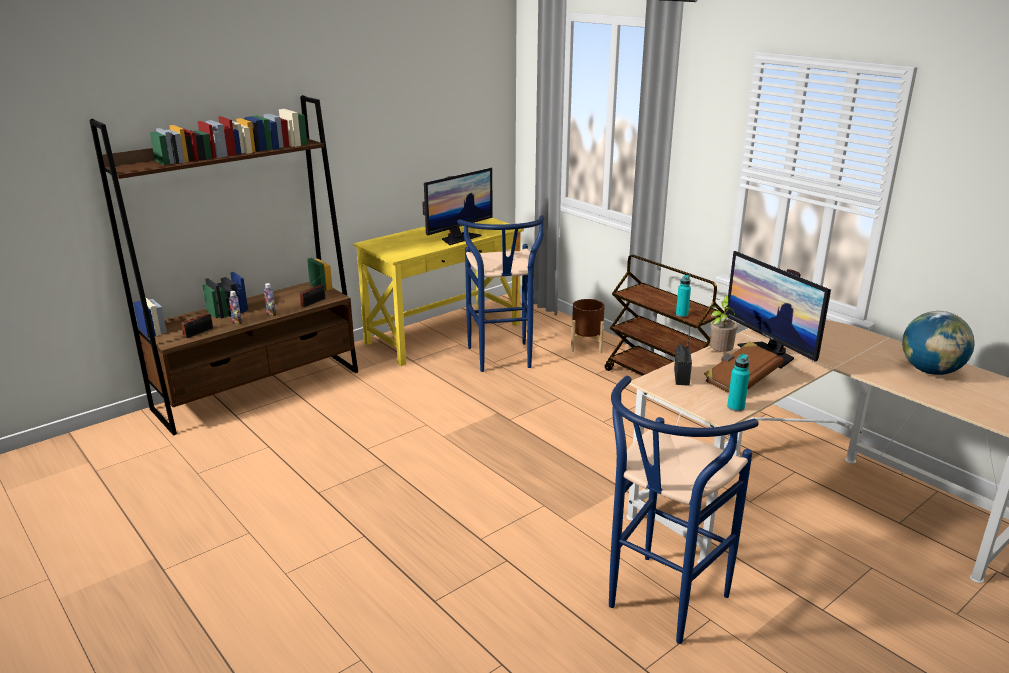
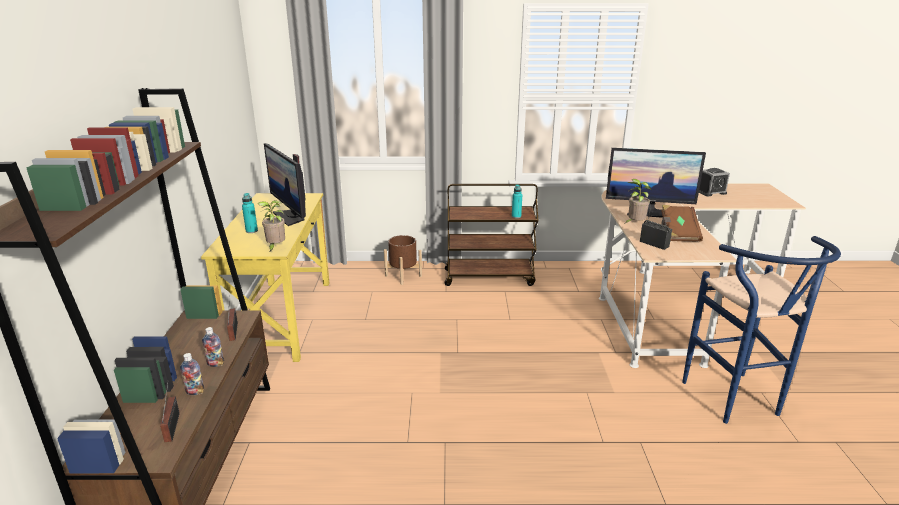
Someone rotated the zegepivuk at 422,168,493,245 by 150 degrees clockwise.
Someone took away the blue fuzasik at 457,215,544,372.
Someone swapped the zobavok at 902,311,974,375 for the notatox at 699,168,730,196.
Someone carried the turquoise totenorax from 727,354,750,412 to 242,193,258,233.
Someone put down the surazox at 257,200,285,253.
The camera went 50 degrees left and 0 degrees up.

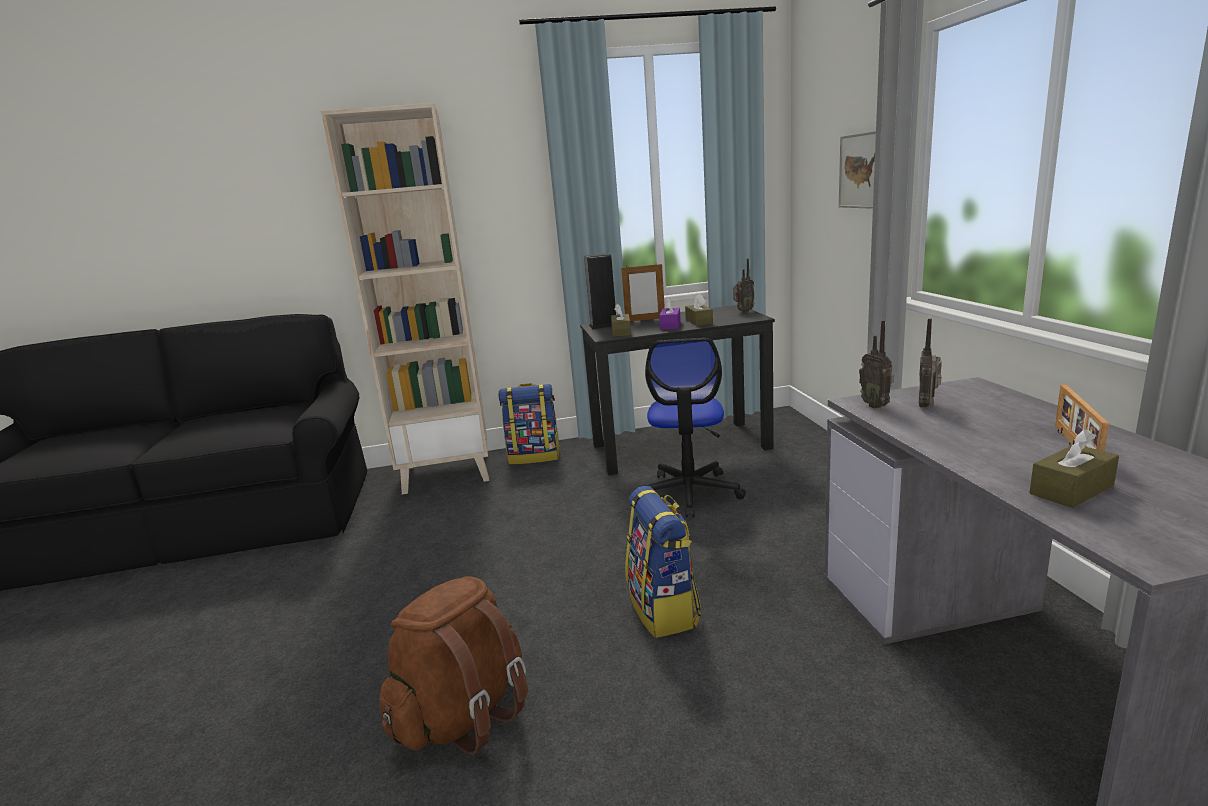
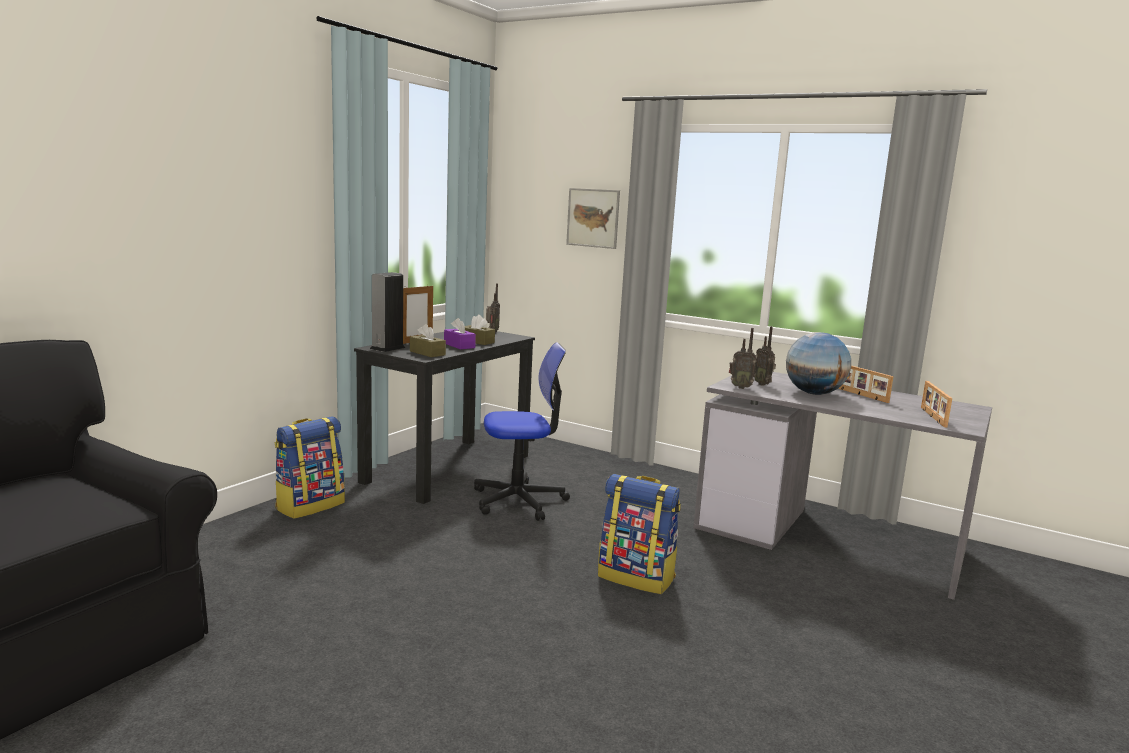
Someone took away the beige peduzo at 321,103,490,495.
Someone rotated the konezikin at 640,338,746,518 by 60 degrees counterclockwise.
Someone took away the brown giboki at 1030,429,1119,508.
Someone took away the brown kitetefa at 379,576,528,754.
Someone put down the zobavok at 786,332,851,395.
Someone put down the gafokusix at 921,381,952,428.
The camera went 50 degrees left and 5 degrees down.

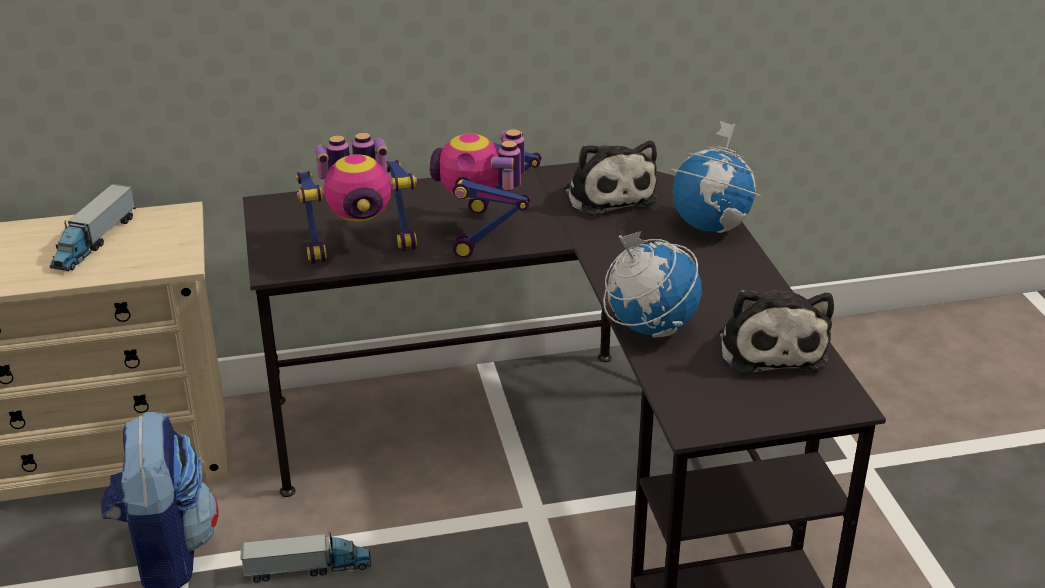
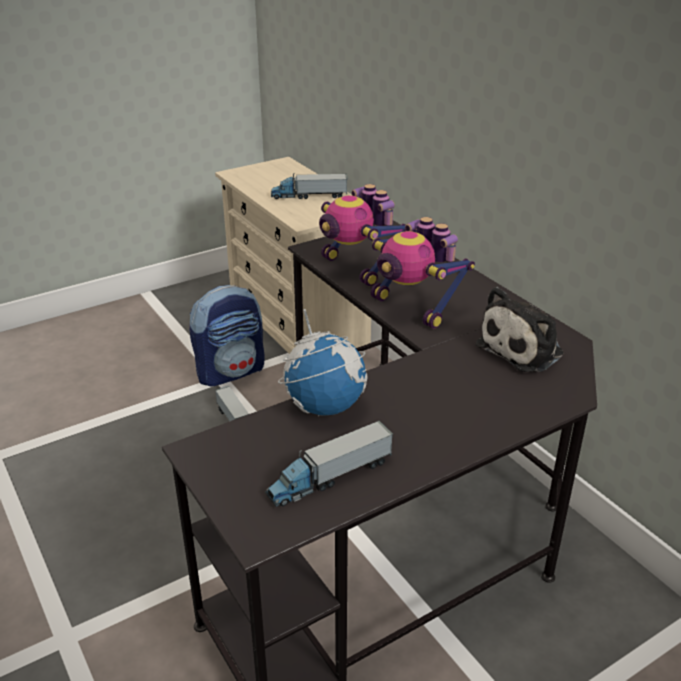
Someone took away the zobavok at 671,121,761,233.
Someone rotated the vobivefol at 429,129,541,258 by 120 degrees counterclockwise.
Someone swapped the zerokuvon at 719,290,834,374 for the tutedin at 265,421,393,507.
The camera went 70 degrees right and 0 degrees up.

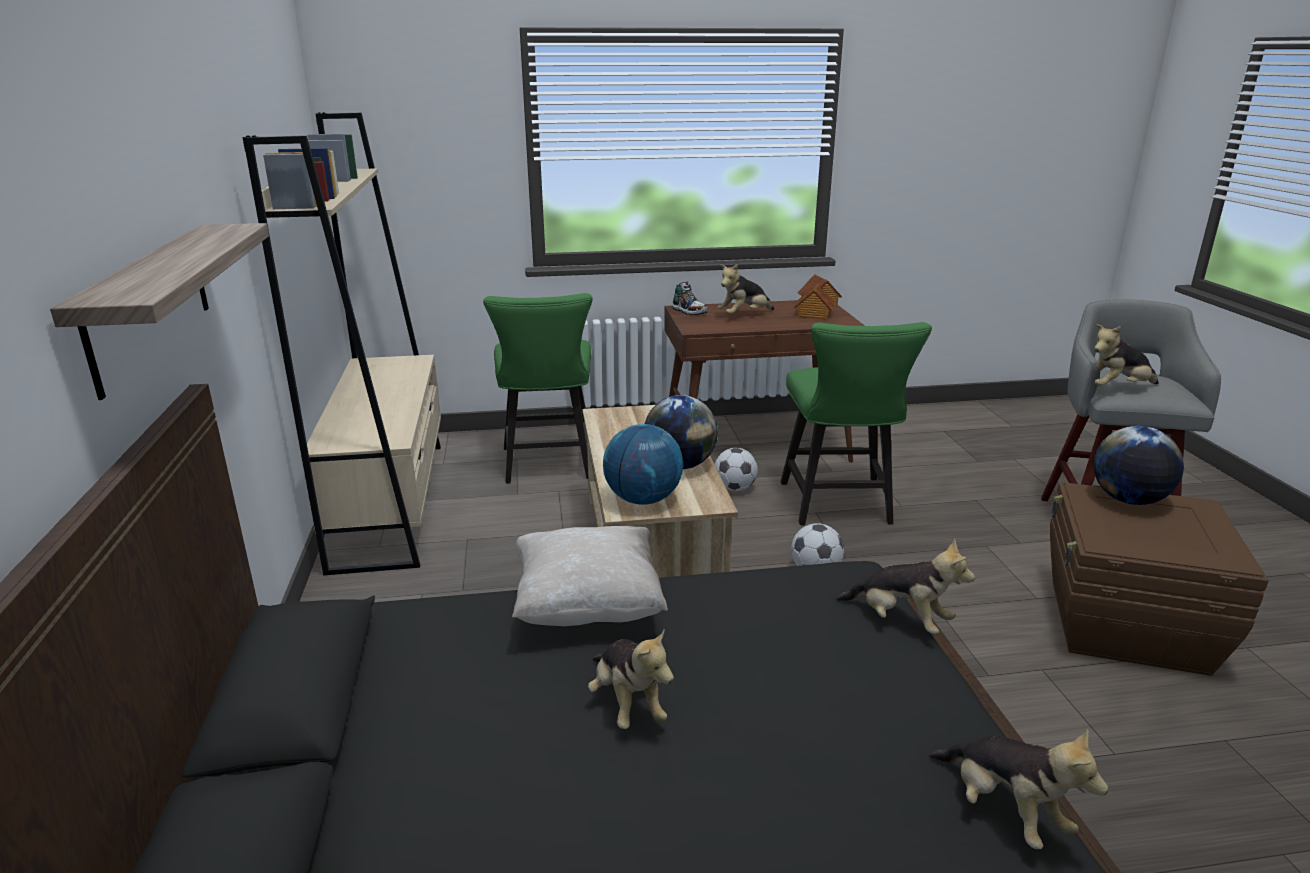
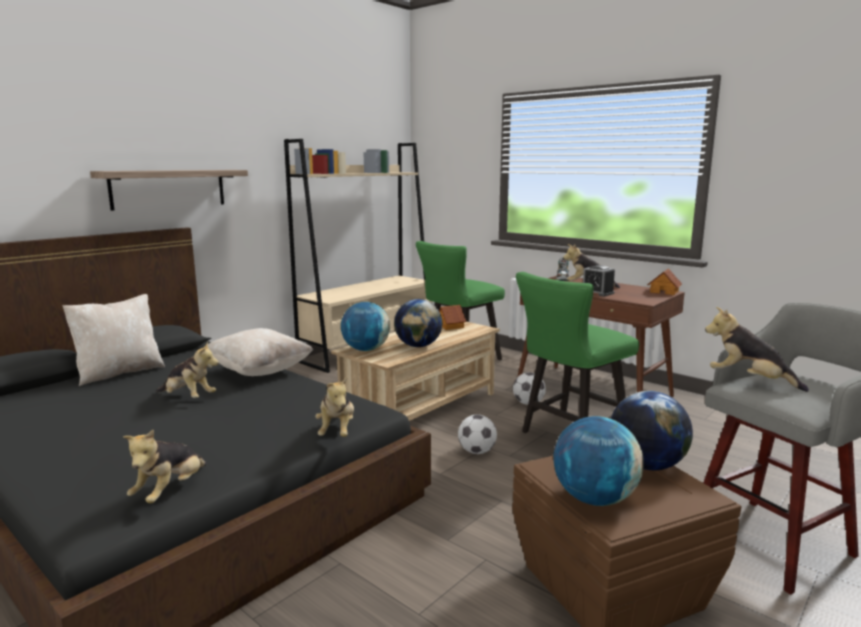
Someone carried the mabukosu from 794,283,834,319 to 439,305,466,330.
Someone rotated the zerokuvon at 588,628,674,729 by 90 degrees counterclockwise.
Someone put down the notatox at 583,265,615,296.
Someone put down the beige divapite at 62,294,165,386.
Someone put down the zobavok at 553,416,644,506.
The camera went 50 degrees right and 10 degrees down.

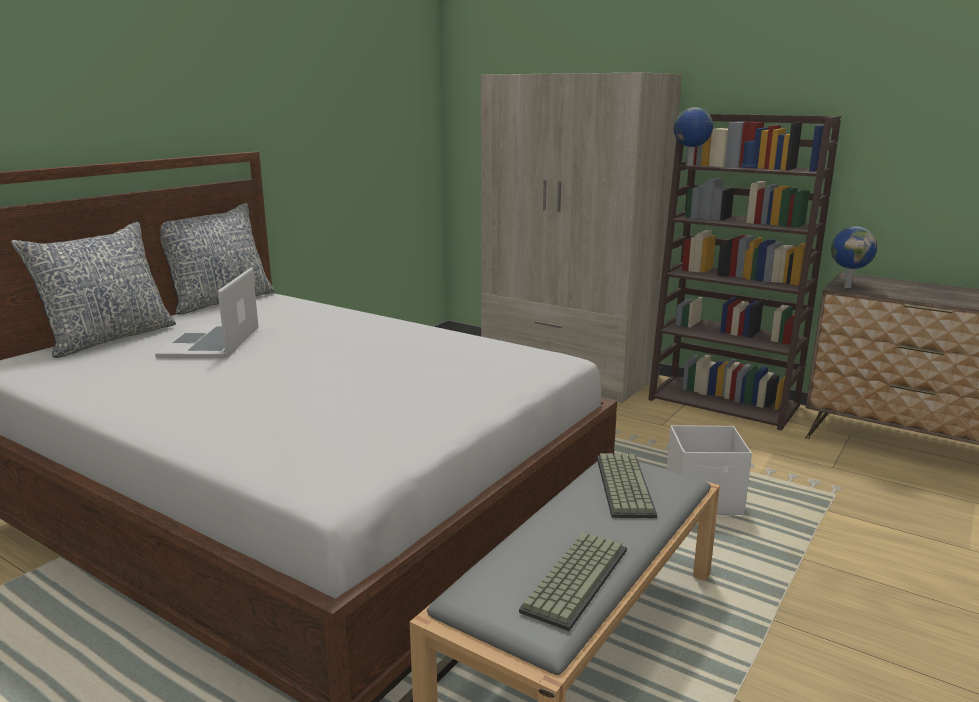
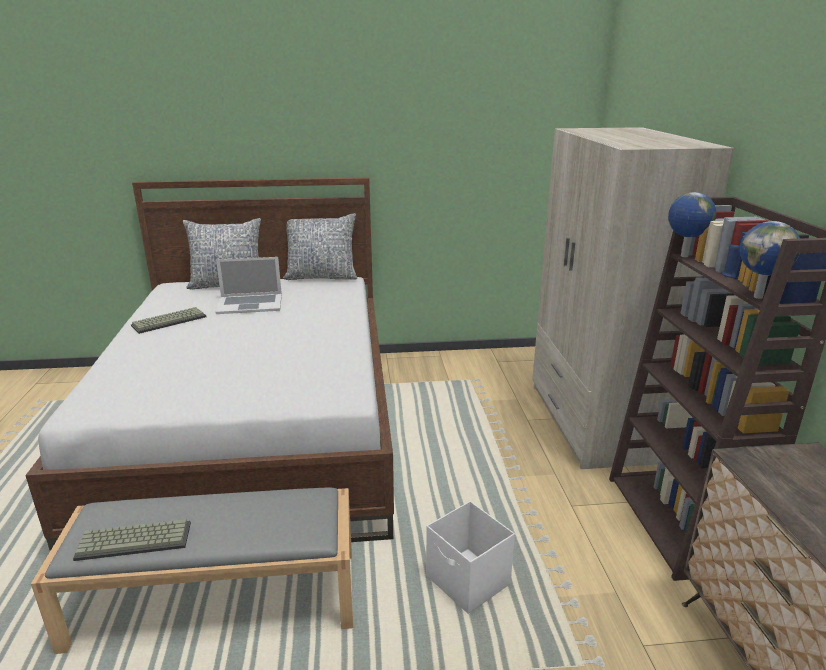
Someone carried the zobavok from 831,226,877,288 to 740,221,800,299.
Someone rotated the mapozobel at 155,268,259,358 by 150 degrees counterclockwise.
Someone carried the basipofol from 597,453,657,518 to 131,307,206,334.
The camera went 50 degrees right and 5 degrees up.

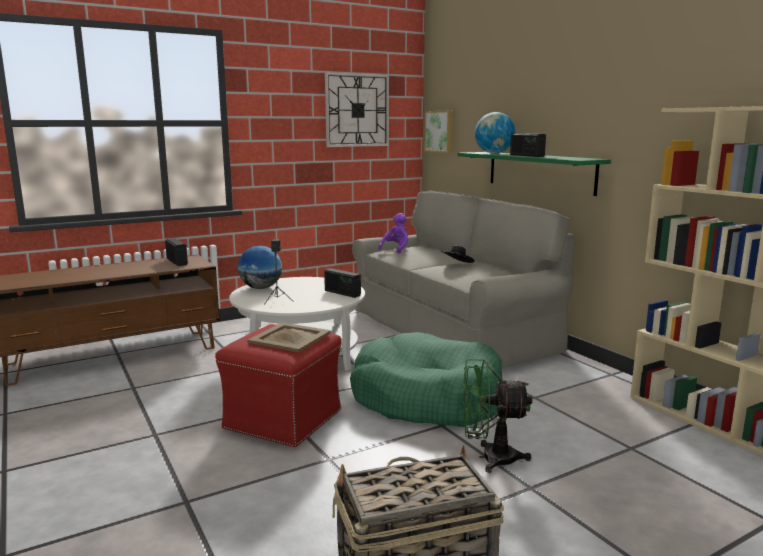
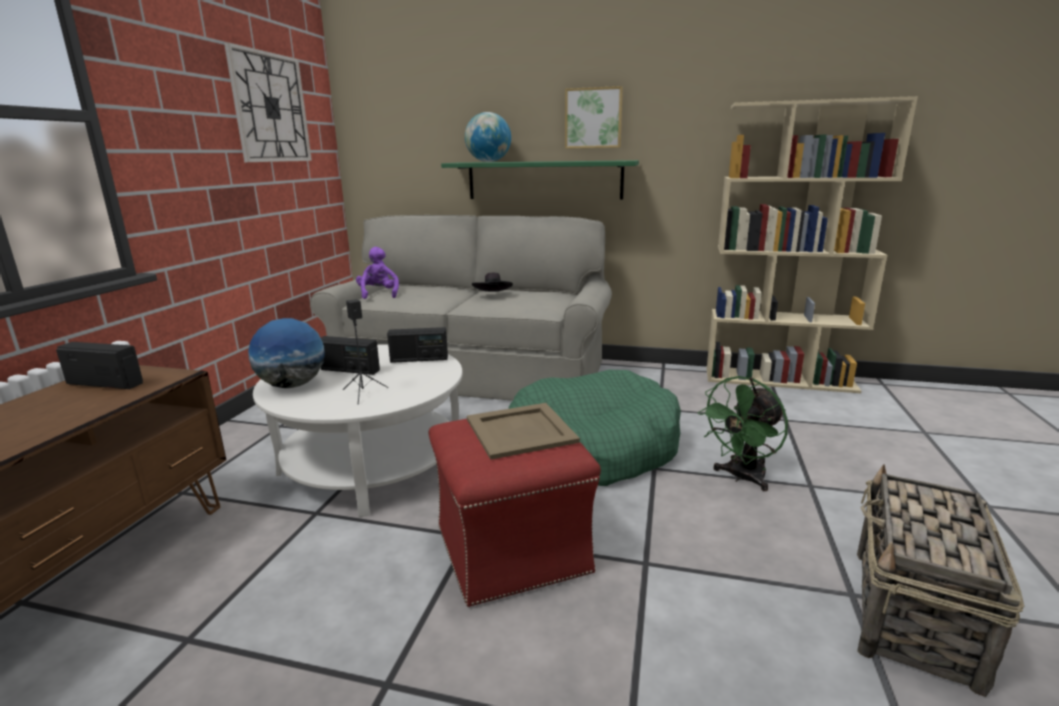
Someone carried the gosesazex from 424,111,453,153 to 565,86,623,149.
Someone carried the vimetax from 510,133,546,157 to 321,336,380,375.
The camera went 45 degrees left and 5 degrees up.

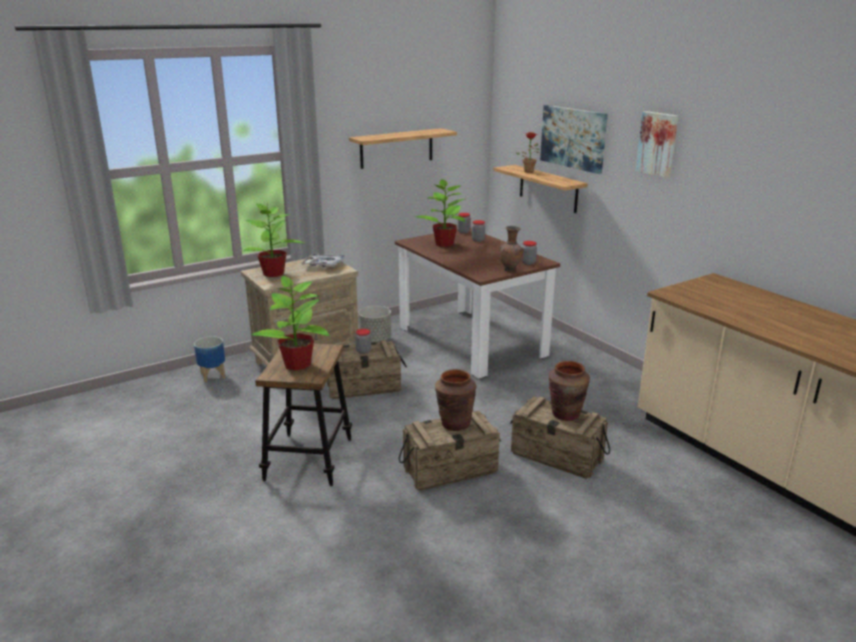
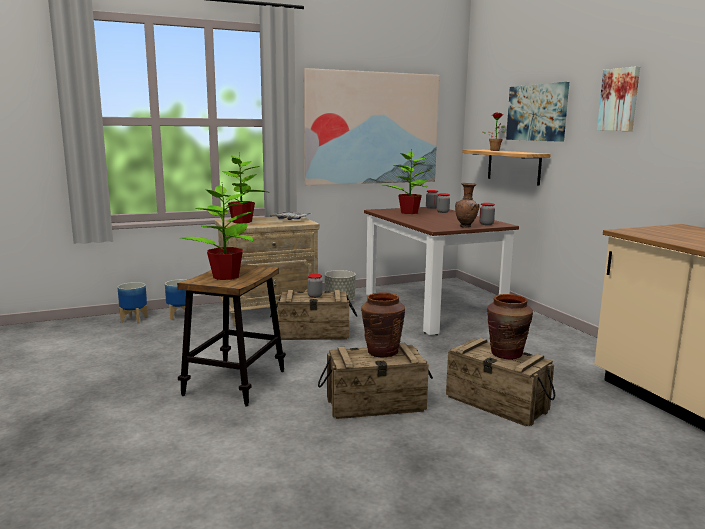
Someone swapped the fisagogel at 349,128,457,169 for the gosesazex at 304,68,440,185.
Someone put down the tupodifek at 117,282,148,324.
The camera went 10 degrees right and 10 degrees down.

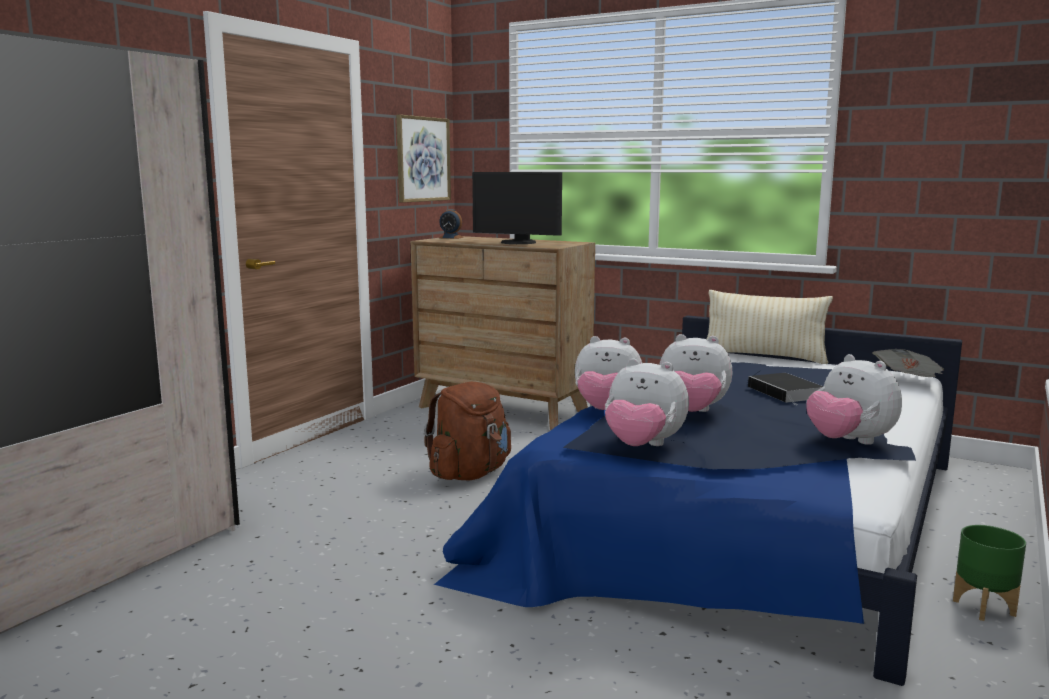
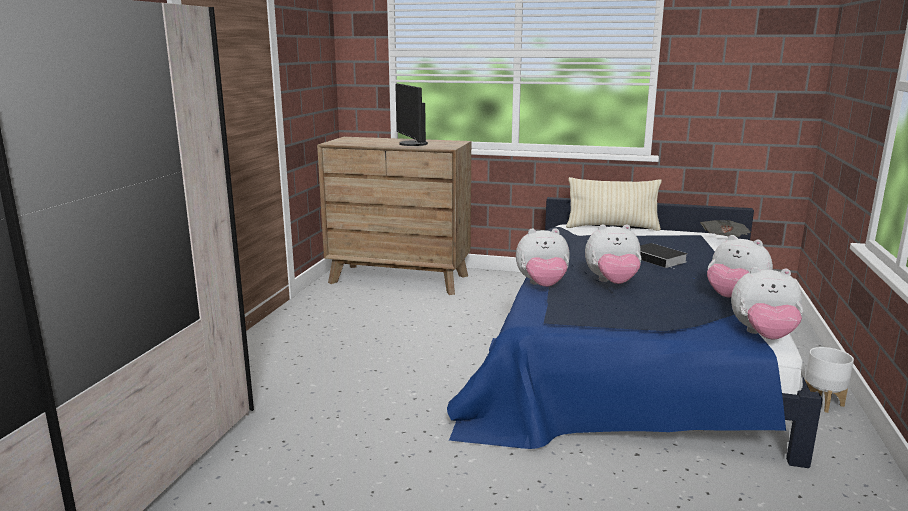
Someone took away the gosesazex at 396,115,451,203.
Someone rotated the zegepivuk at 472,172,562,244 by 60 degrees clockwise.
Someone took away the notatox at 439,209,463,239.
Someone carried the zerokuvon from 605,358,689,446 to 731,267,803,340.
Someone took away the brown kitetefa at 424,382,511,480.
Someone repainted the green tupodifek at 953,525,1026,621, which became the white tupodifek at 805,347,854,413.
The camera went 15 degrees left and 5 degrees up.

